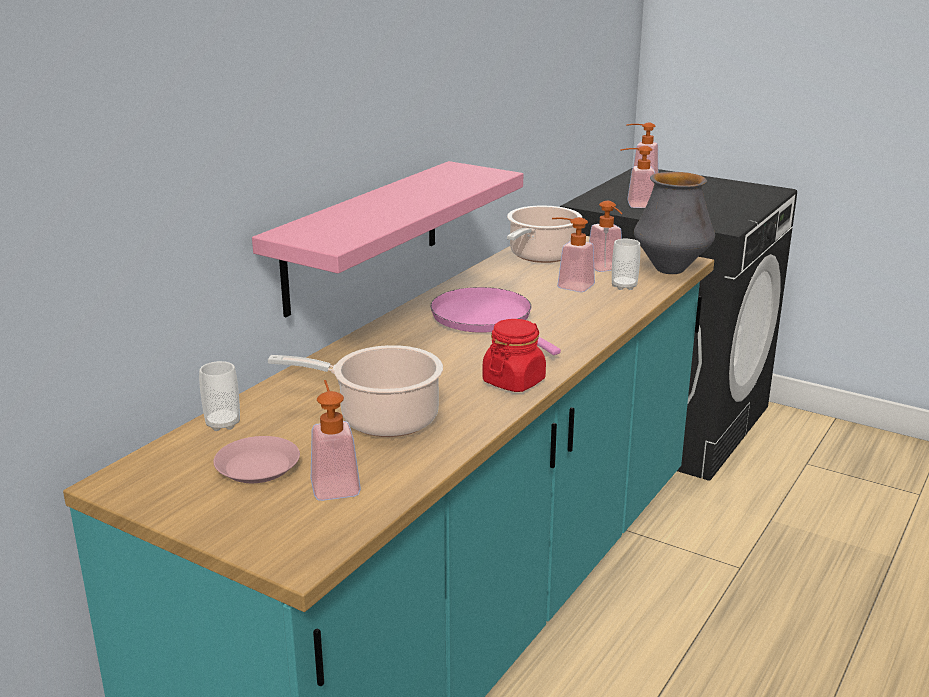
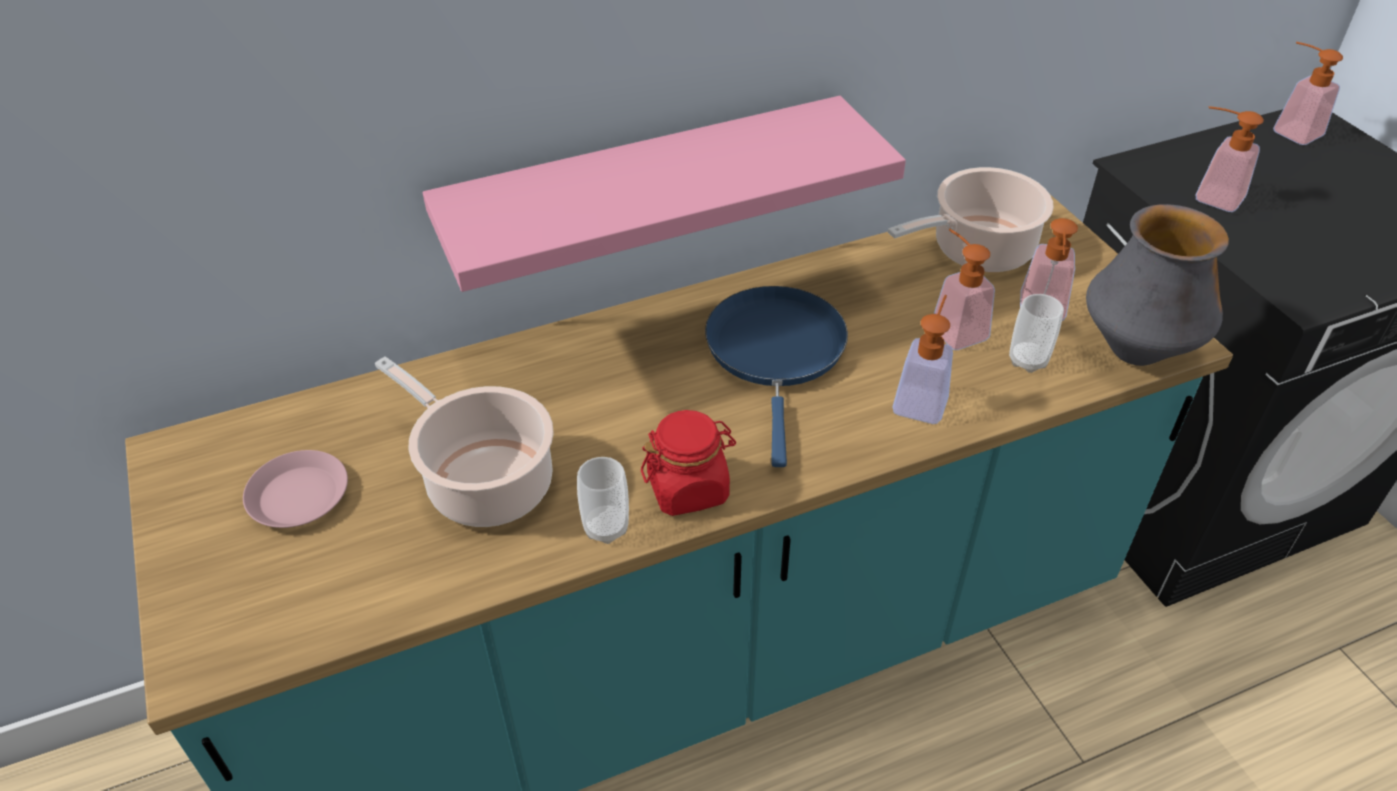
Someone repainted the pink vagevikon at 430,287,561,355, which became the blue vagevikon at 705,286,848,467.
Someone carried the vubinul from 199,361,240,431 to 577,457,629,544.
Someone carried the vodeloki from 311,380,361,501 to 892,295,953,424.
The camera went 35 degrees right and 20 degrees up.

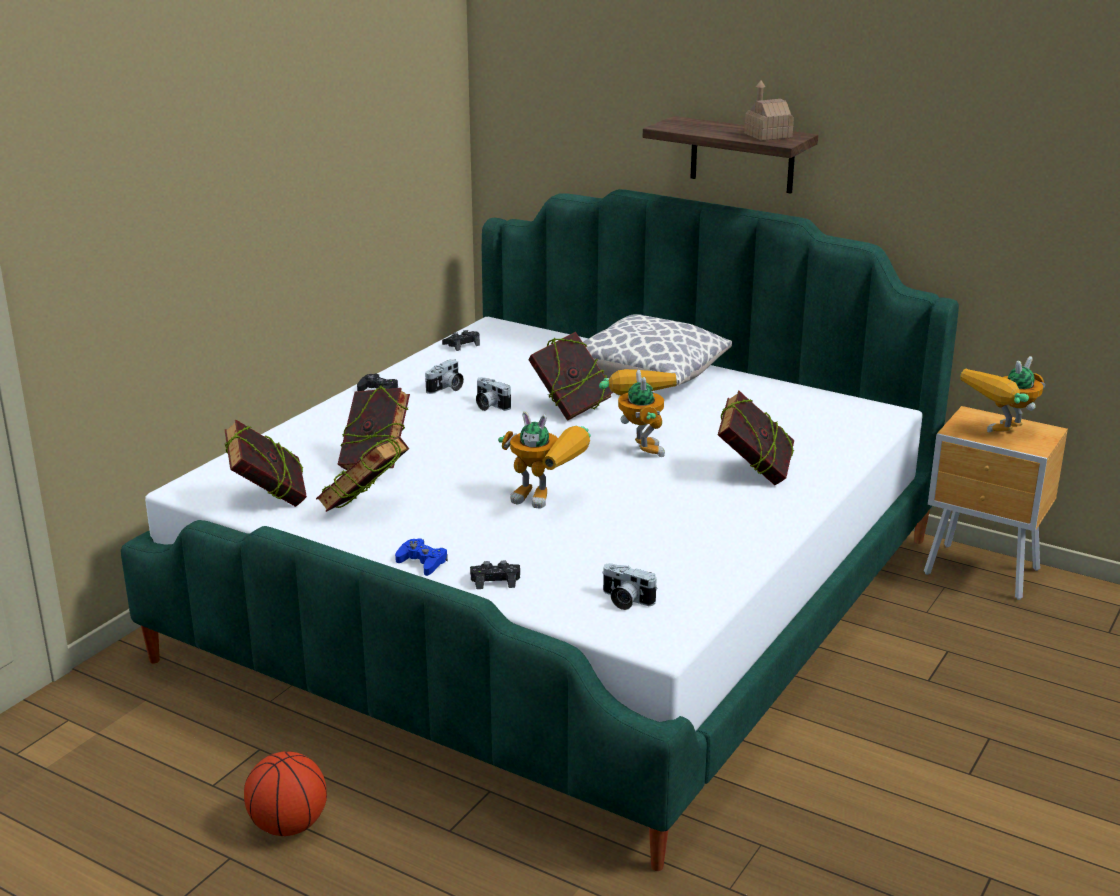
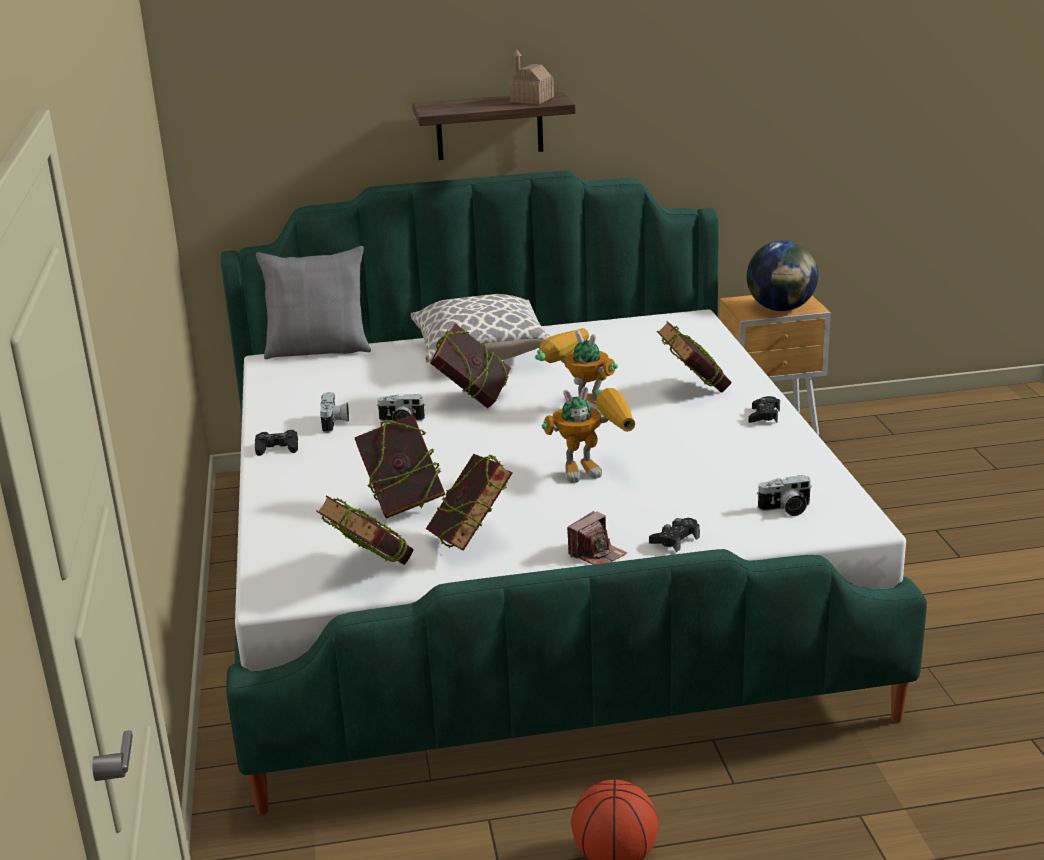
Someone carried the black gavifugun from 442,330,480,351 to 748,396,780,423.
Someone swapped the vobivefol at 960,356,1045,433 for the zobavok at 747,240,818,311.
Someone swapped the blue gavifugun at 395,538,448,576 for the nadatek at 567,511,627,565.
Someone put down the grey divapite at 256,246,371,359.
The camera went 40 degrees left and 0 degrees up.

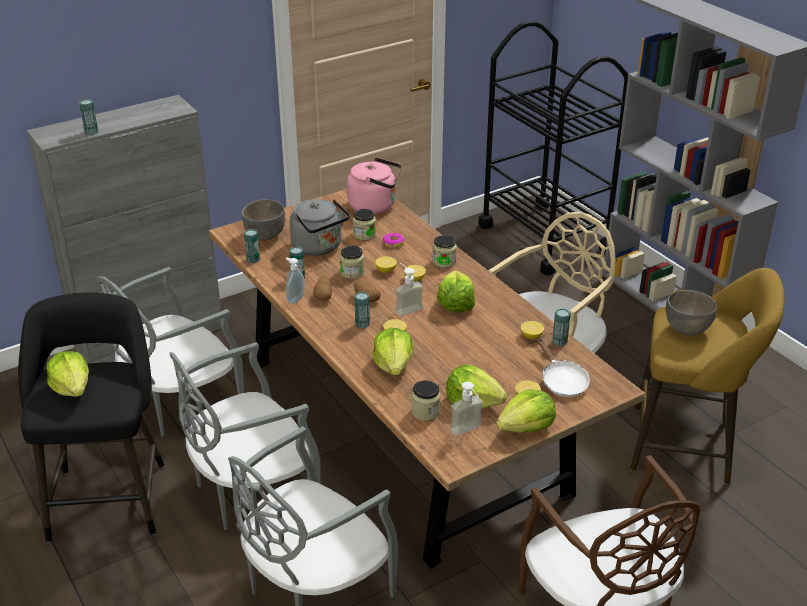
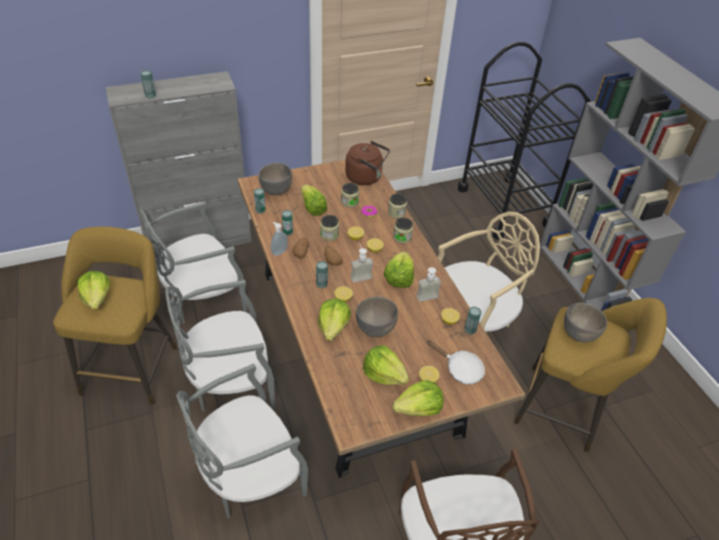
Someone repainted the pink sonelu at 347,157,401,214, which became the brown sonelu at 345,141,390,185.
Someone swapped the grey sonelu at 290,199,350,256 for the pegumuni at 301,185,327,216.
Someone repainted the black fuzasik at 18,292,164,542, which became the yellow fuzasik at 53,227,177,405.
Someone rotated the white vagevikon at 538,338,590,397 by 45 degrees counterclockwise.
Someone carried the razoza from 411,381,441,421 to 388,194,407,219.
Someone carried the vodeloki from 450,382,483,436 to 416,267,441,302.
Someone put down the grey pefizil at 356,297,398,337.
The camera went 10 degrees right and 10 degrees up.

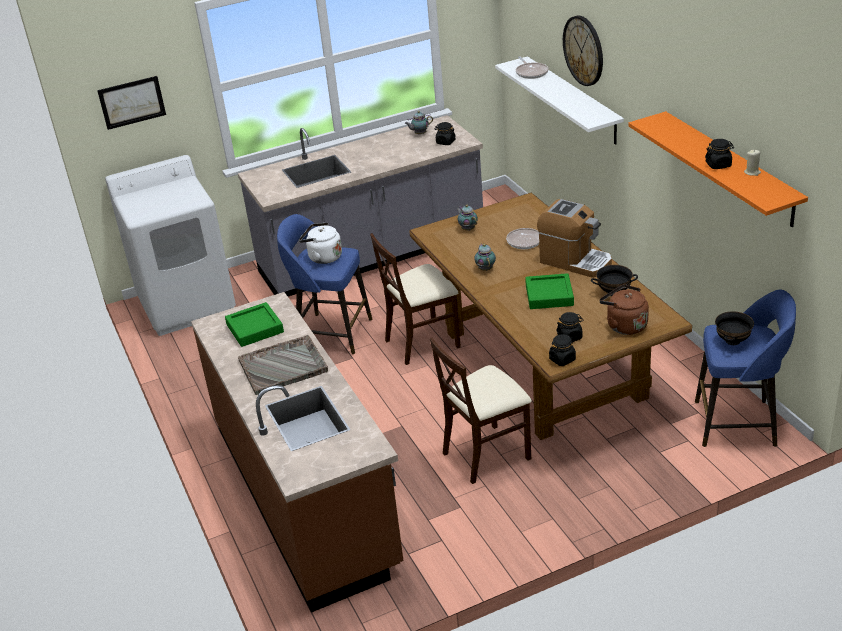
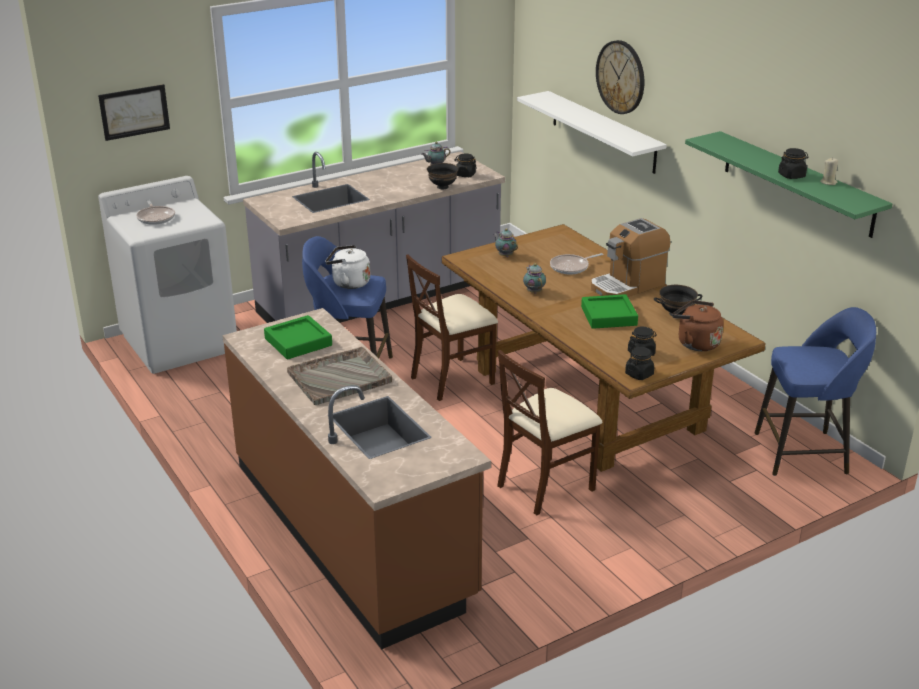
Someone carried the vagevikon from 516,57,549,79 to 136,199,175,225.
Someone repainted the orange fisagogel at 628,111,808,227, which became the green fisagogel at 685,131,892,238.
Someone rotated the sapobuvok at 537,199,612,278 by 120 degrees clockwise.
Someone carried the black pefizil from 715,311,754,345 to 427,163,459,189.
The camera went 10 degrees left and 5 degrees down.

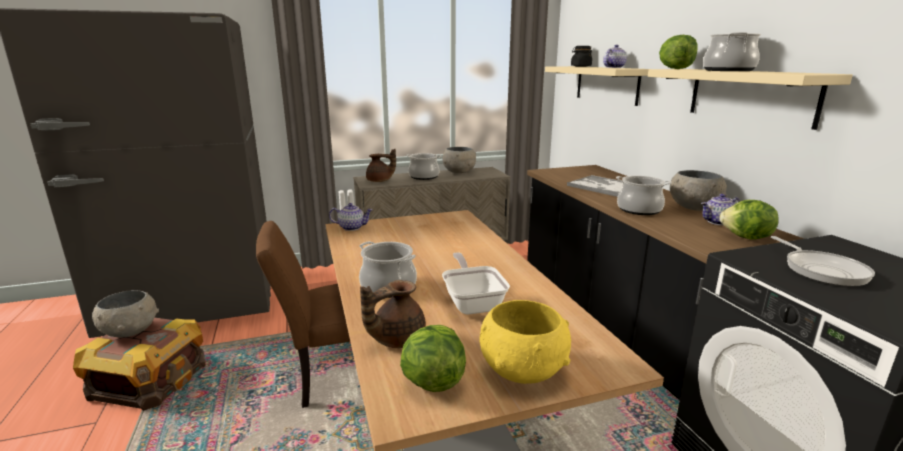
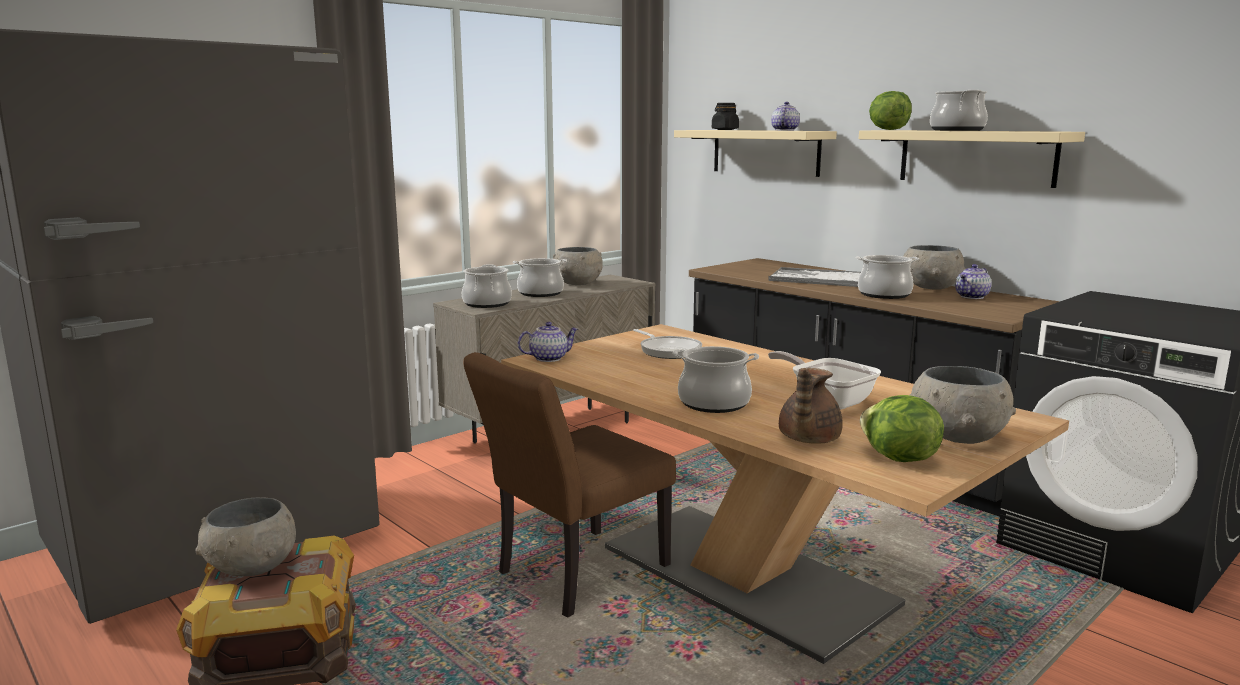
Someone swapped the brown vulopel at 366,149,396,182 for the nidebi at 462,265,512,308.
Someone took away the pegumuni at 719,200,779,240.
Someone carried the vagevikon from 771,236,875,286 to 633,329,702,359.
Someone repainted the yellow pefizil at 479,300,571,384, which became the grey pefizil at 910,366,1016,444.
The camera went 25 degrees left and 5 degrees down.

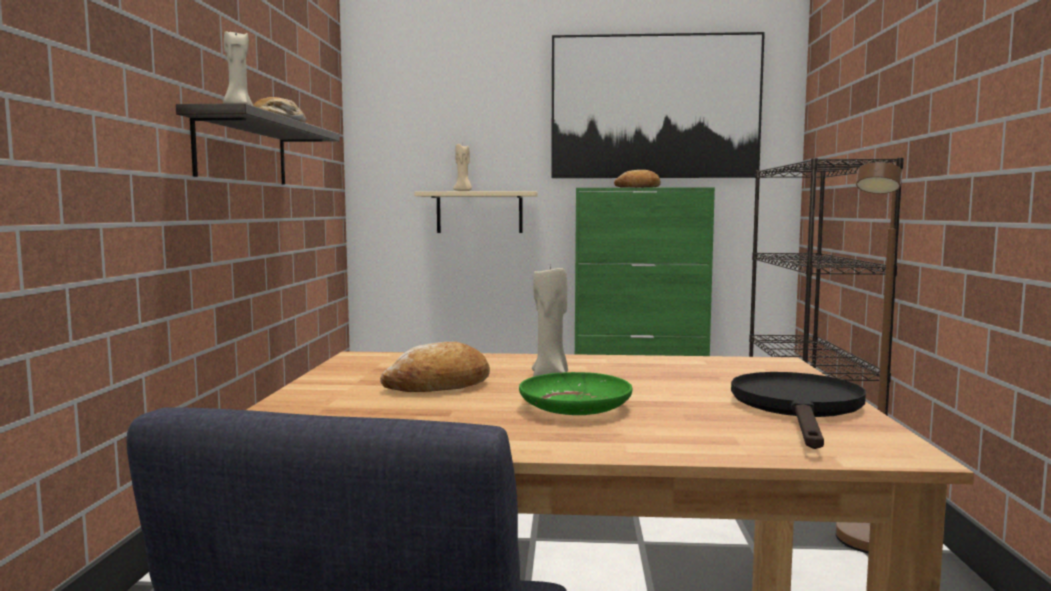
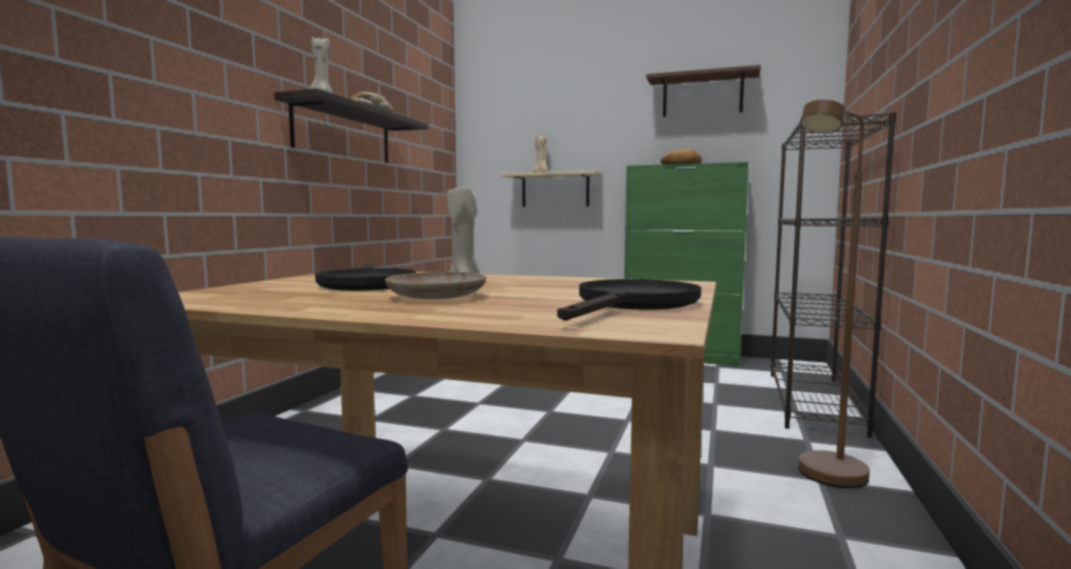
Someone swapped the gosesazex at 551,32,765,178 for the brown fisagogel at 646,65,761,117.
Someone swapped the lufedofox at 380,342,490,392 for the black vagevikon at 315,263,416,291.
Someone repainted the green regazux at 519,372,633,415, which became the beige regazux at 385,272,486,299.
The camera went 15 degrees right and 0 degrees up.

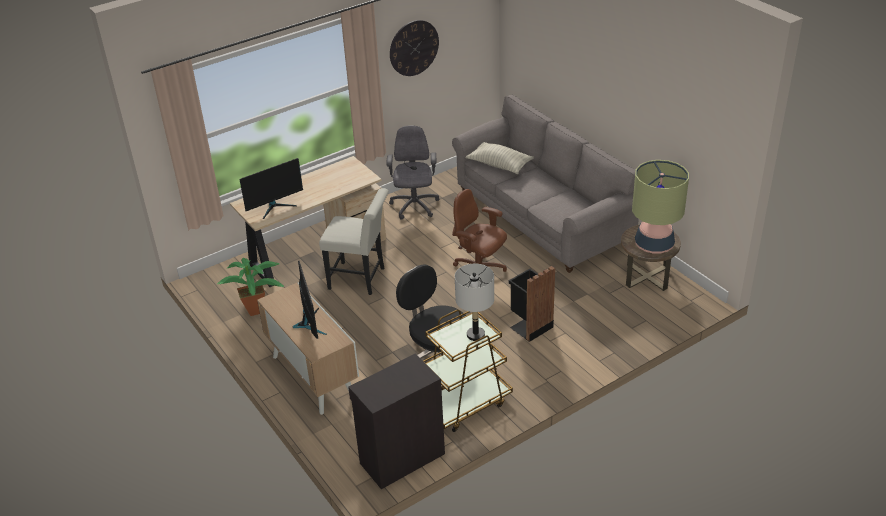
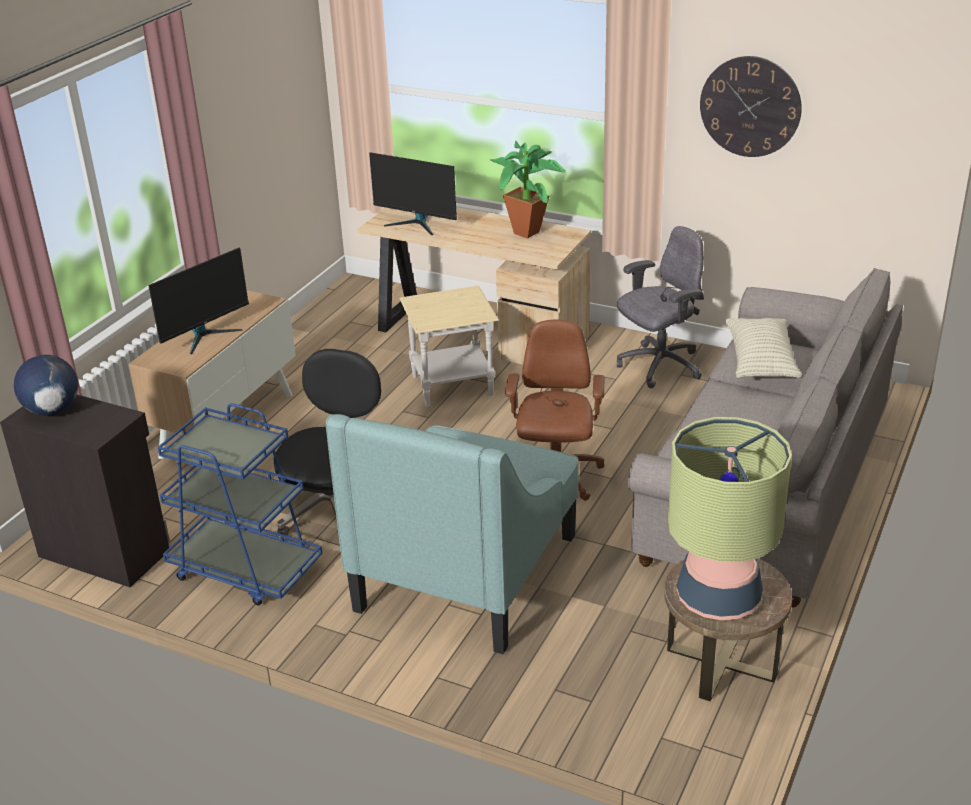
Someone swapped the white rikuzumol at 319,188,389,295 for the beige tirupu at 400,286,499,407.
Someone carried the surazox from 217,258,284,316 to 489,141,566,239.
Someone took away the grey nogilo at 455,264,494,341.
Someone swapped the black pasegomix at 509,266,555,342 for the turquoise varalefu at 326,414,579,654.
Someone repainted the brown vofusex at 423,310,513,432, which became the blue vofusex at 158,403,322,606.
Someone put down the zobavok at 14,355,78,416.
The camera went 60 degrees right and 5 degrees down.

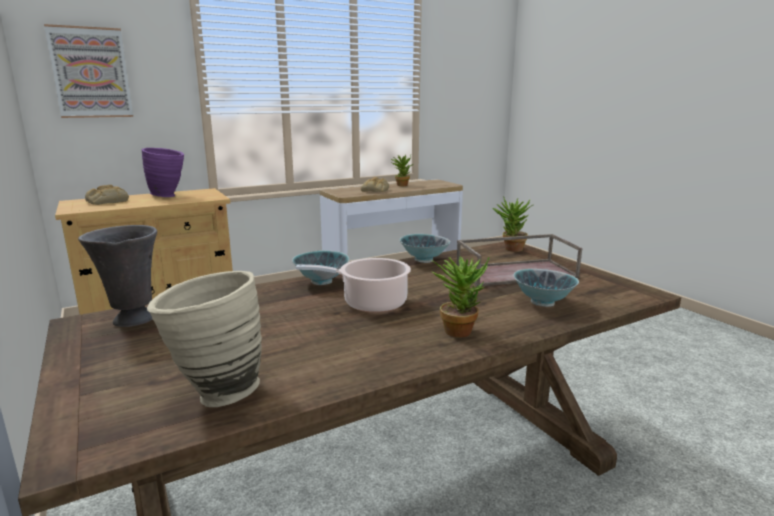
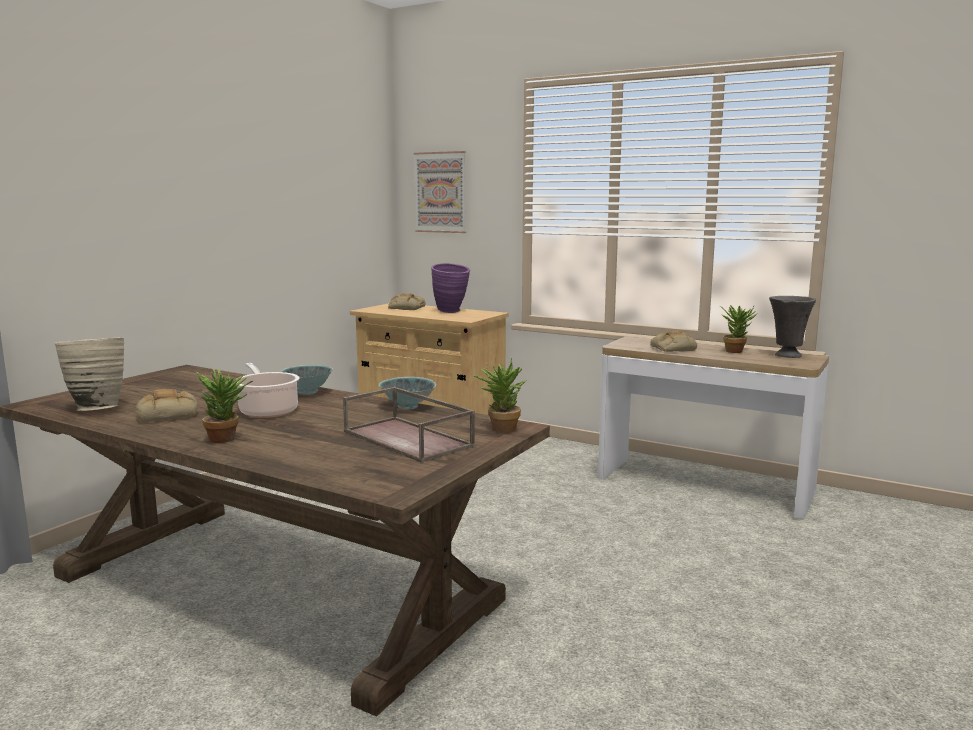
Someone carried the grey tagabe from 78,225,157,327 to 769,296,816,358.
Someone took away the pefizil at 514,269,579,307.
Someone put down the lufedofox at 135,389,198,422.
The camera went 60 degrees right and 5 degrees down.

